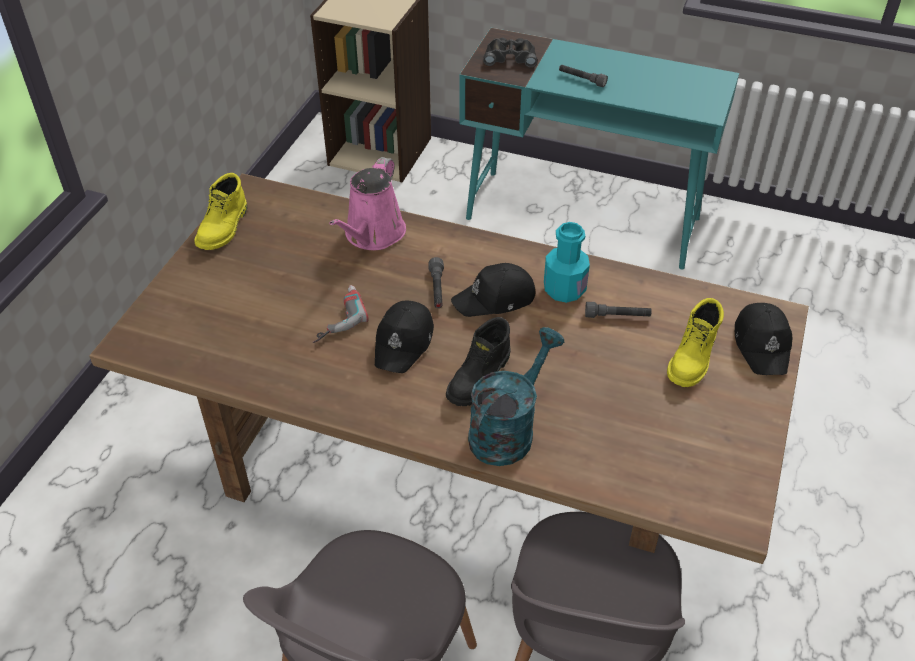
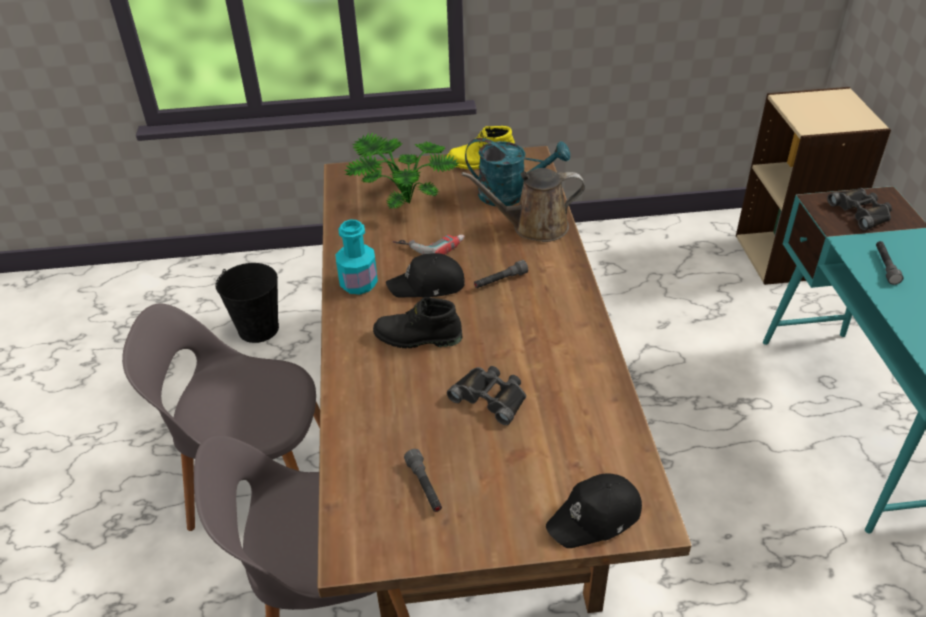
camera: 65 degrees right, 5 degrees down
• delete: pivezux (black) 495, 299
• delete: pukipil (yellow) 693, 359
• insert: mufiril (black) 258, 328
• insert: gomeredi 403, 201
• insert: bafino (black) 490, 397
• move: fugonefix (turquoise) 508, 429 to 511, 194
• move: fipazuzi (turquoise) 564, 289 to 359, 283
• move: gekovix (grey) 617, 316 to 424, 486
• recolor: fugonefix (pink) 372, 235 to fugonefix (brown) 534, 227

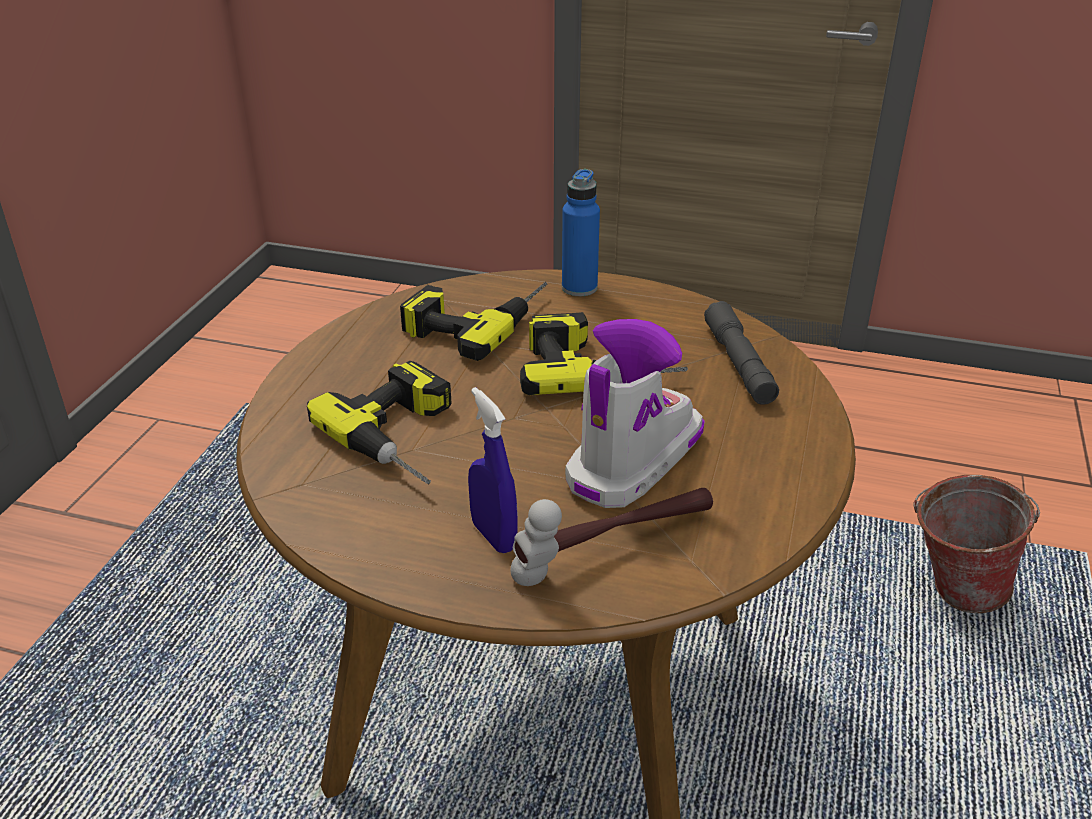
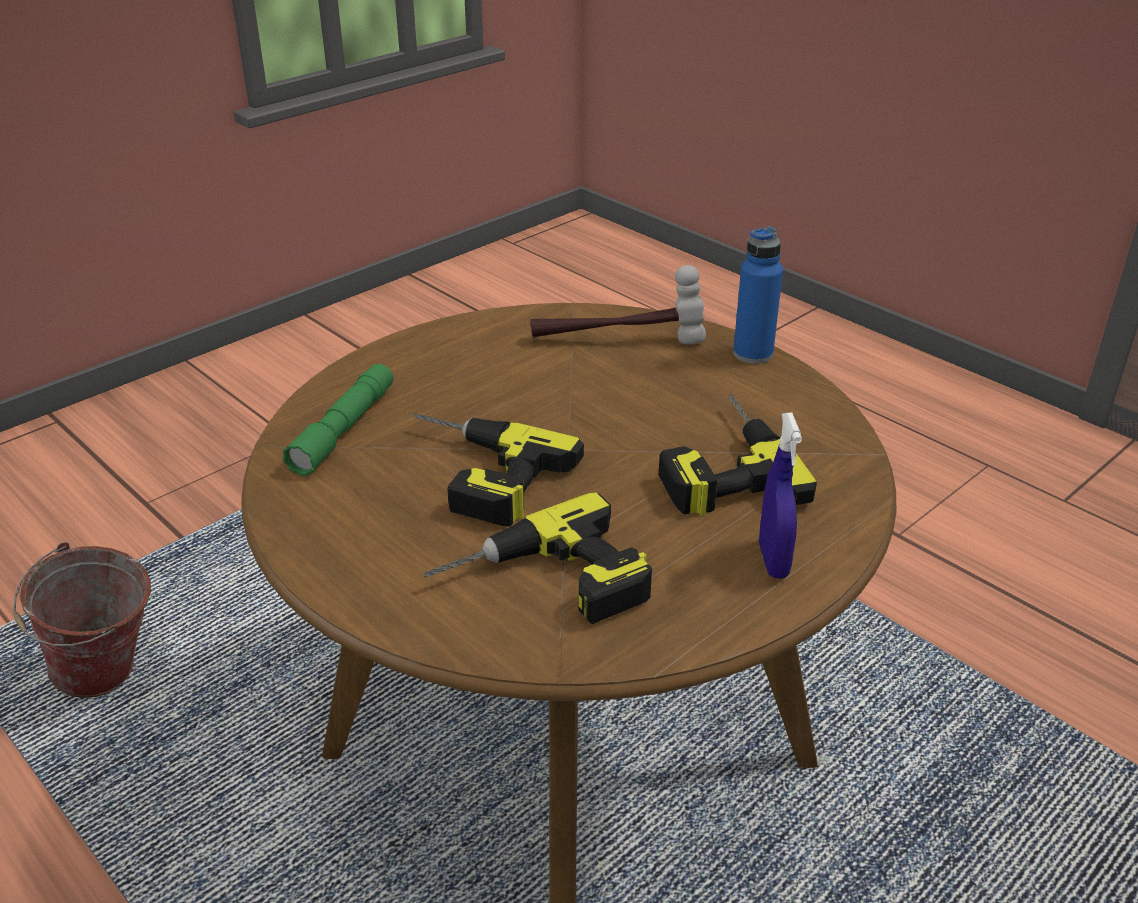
camera: 150 degrees left, 0 degrees up
• delete: pukipil 633, 461
• move: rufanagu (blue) 493, 536 to 773, 561
• move: fipazuzi (blue) 579, 288 to 753, 354
• recolor: gekovix (grey) 739, 364 to gekovix (green) 344, 429

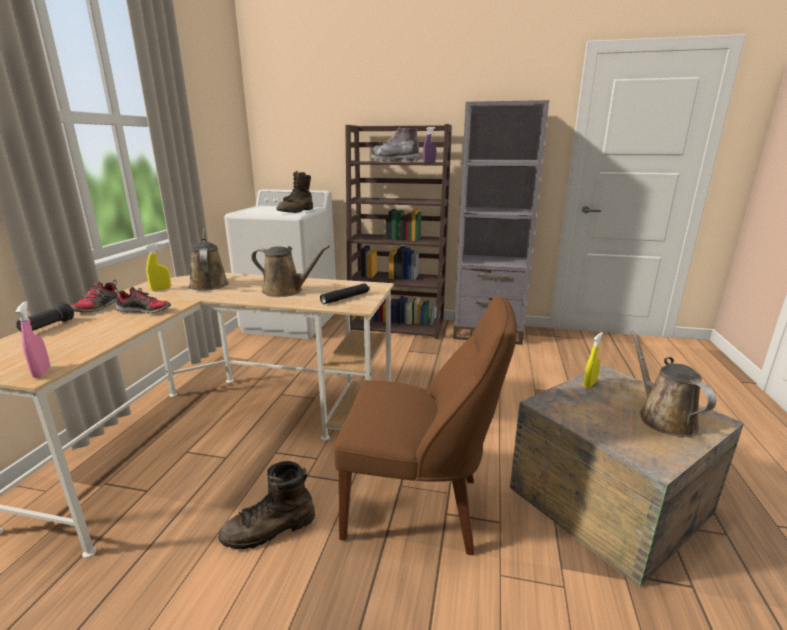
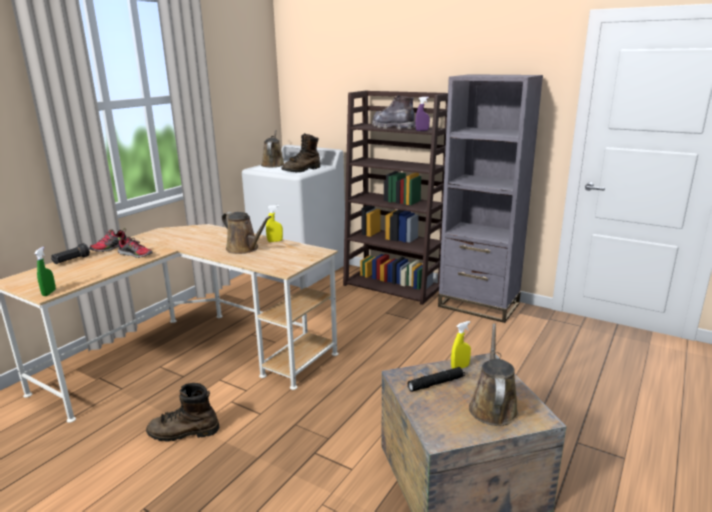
camera: 20 degrees right, 0 degrees up
• delete: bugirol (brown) 419, 507
• move: rufanagu (yellow) 161, 289 to 275, 241
• move: fugonefix (brown) 209, 284 to 273, 164
• move: gekovix (black) 345, 298 to 436, 383
• recolor: rufanagu (pink) 42, 372 to rufanagu (green) 49, 293

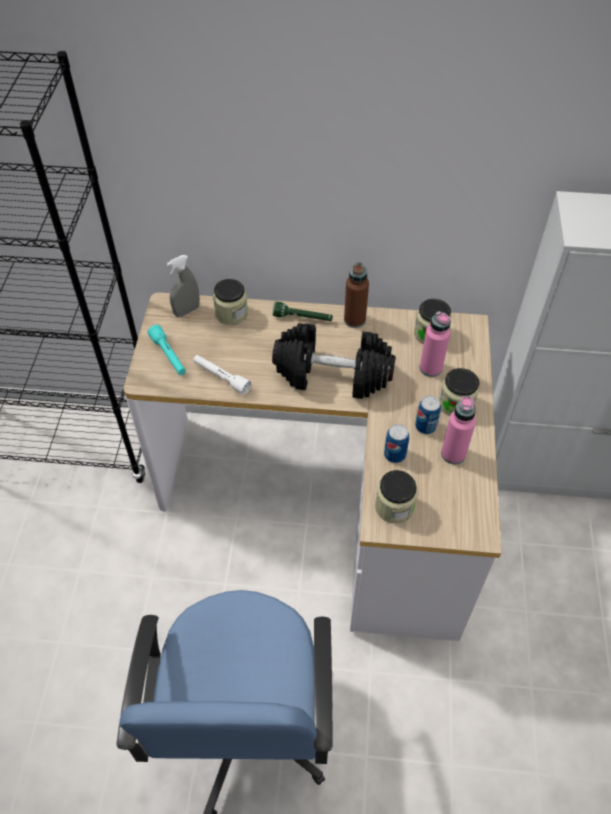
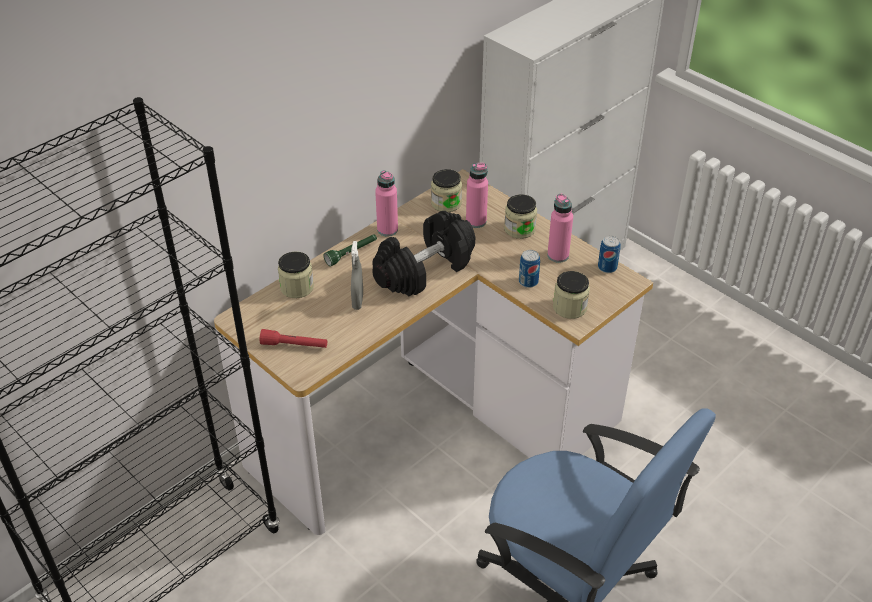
camera: 50 degrees left, 10 degrees down
• delete: gekovix (white) 221, 377
• move: rufanagu (grey) 187, 311 to 357, 301
• move: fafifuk 425, 426 to 607, 267
• recolor: gekovix (turquoise) 168, 355 to gekovix (red) 294, 345
• recolor: fipazuzi (brown) 354, 320 to fipazuzi (pink) 387, 230

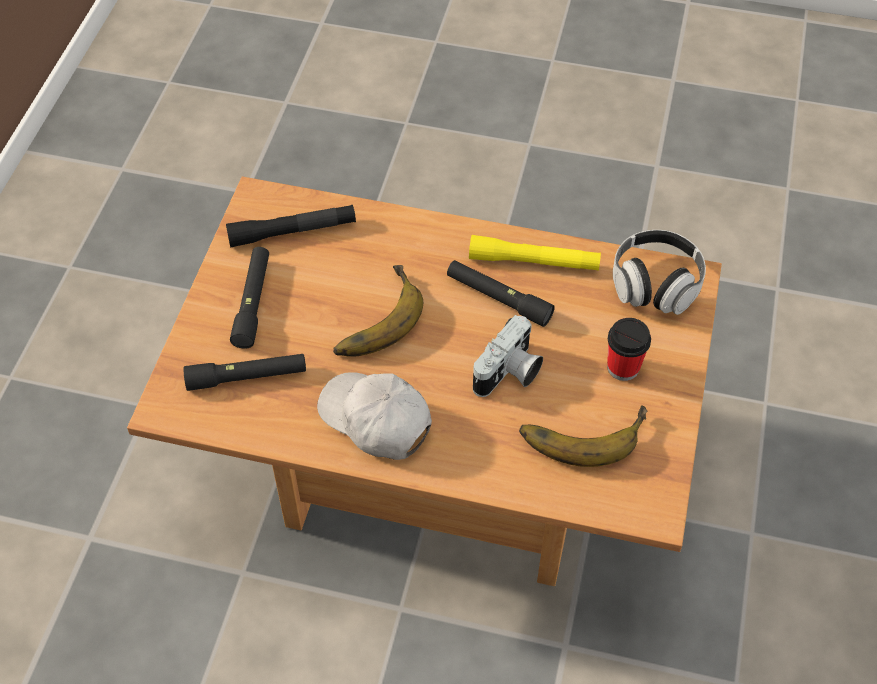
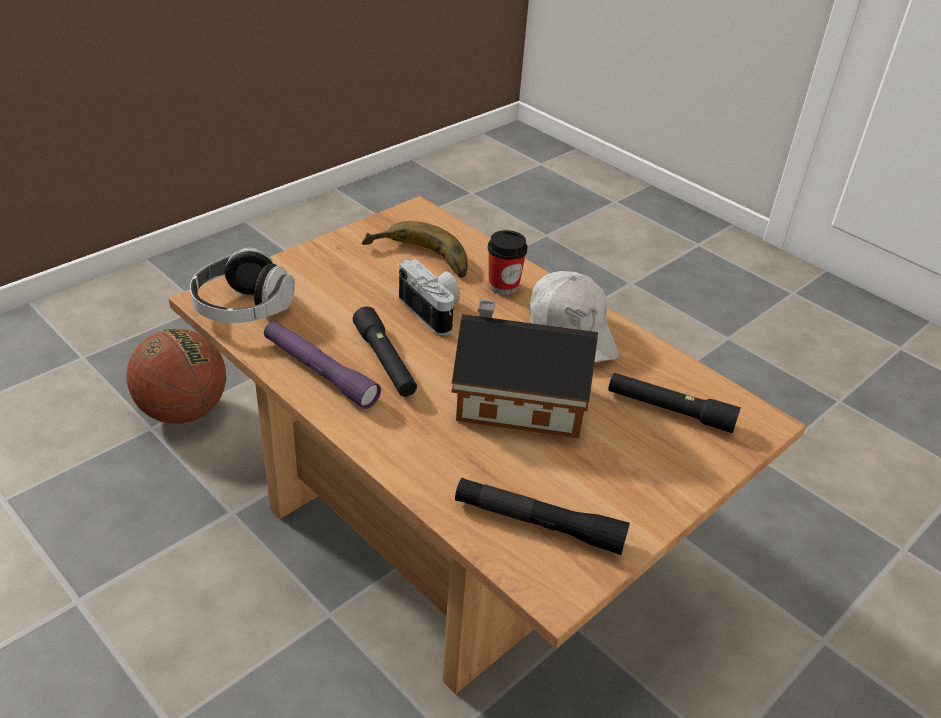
camera: 150 degrees left, 15 degrees down
• delete: gekovix (black) 253, 302
• insert: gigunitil 183, 411
• move: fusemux 623, 367 to 503, 286
• replace: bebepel 373, 318 to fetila 515, 400
• recolor: gekovix (yellow) 534, 262 to gekovix (purple) 320, 372
• rotate: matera 509, 374 = 434, 311 75 degrees clockwise

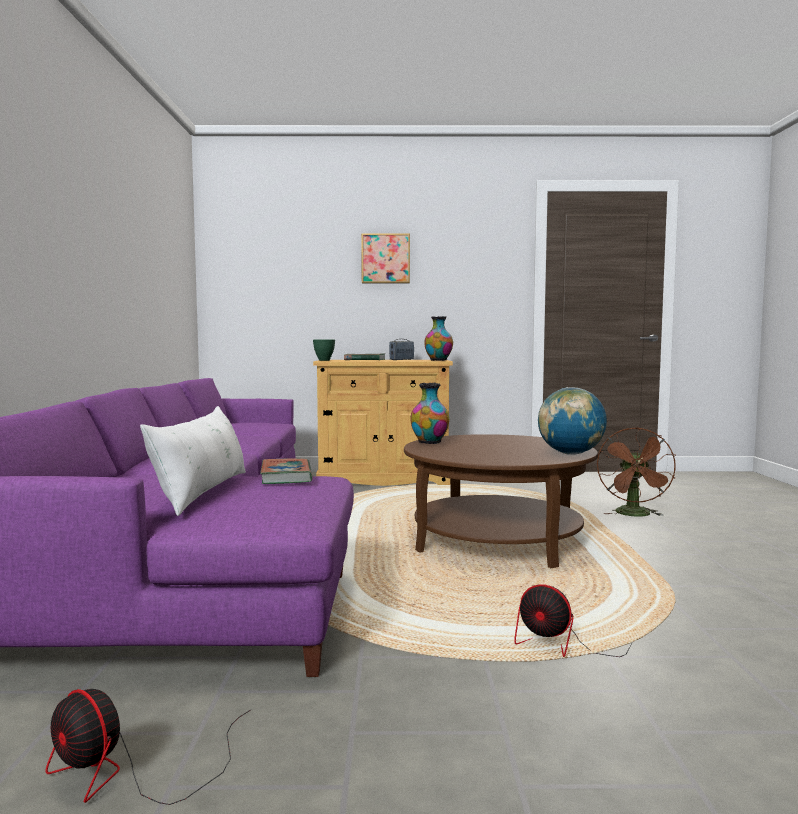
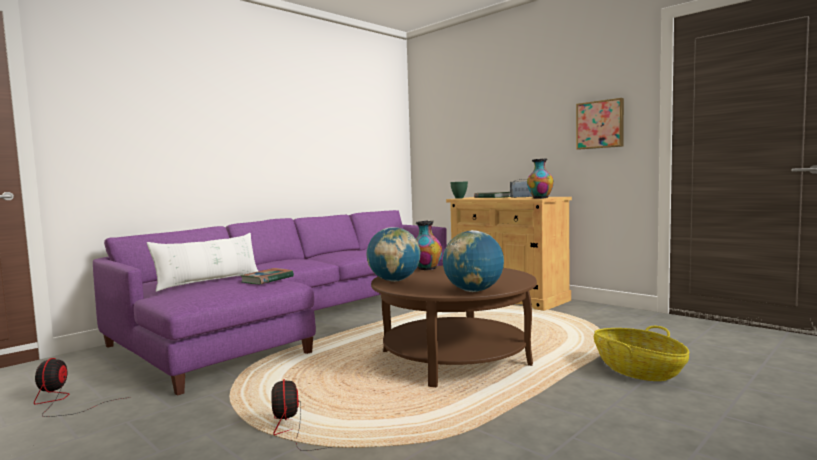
camera: 45 degrees right, 0 degrees up
• insert: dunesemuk 394, 281
• move: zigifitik 385, 259 to 600, 124
• replace: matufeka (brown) 635, 515 to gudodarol 637, 370

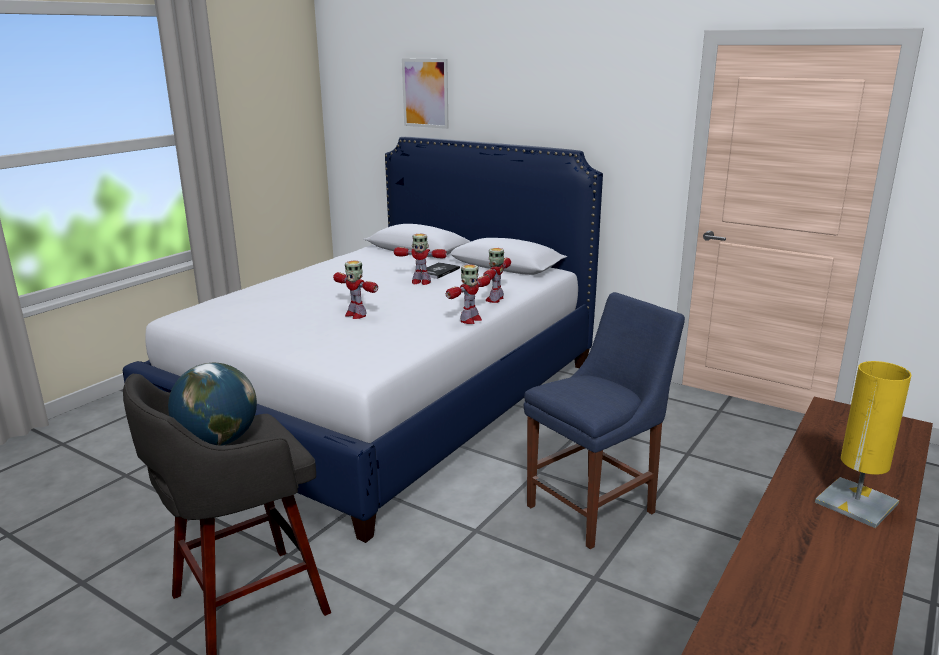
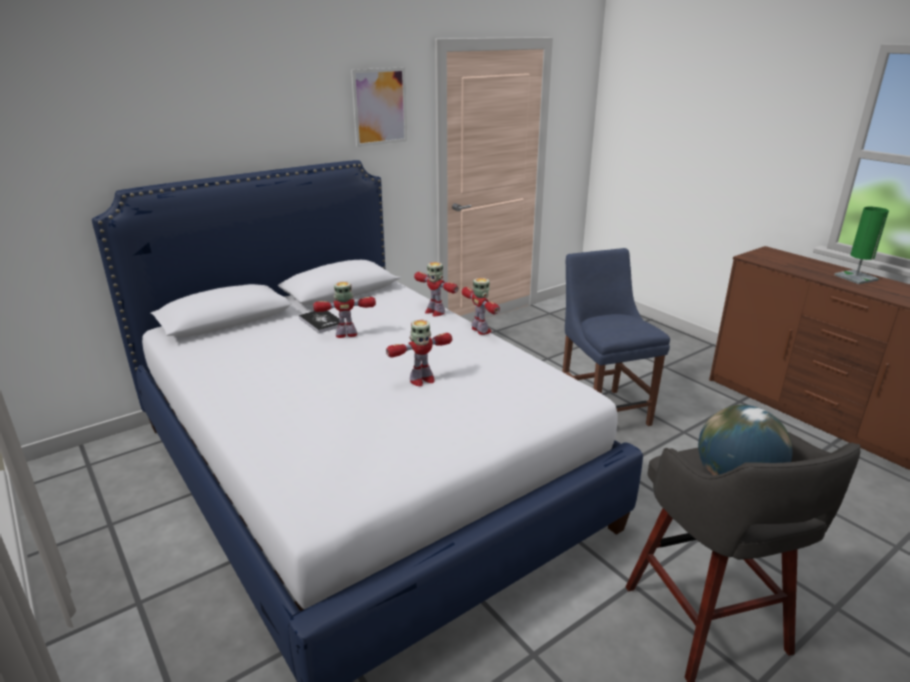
camera: 70 degrees left, 5 degrees up
• move: zigifitik 425, 93 to 380, 107
• recolor: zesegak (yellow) 856, 503 to zesegak (green) 856, 277
• rotate: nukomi 420, 282 = 347, 334 135 degrees counterclockwise

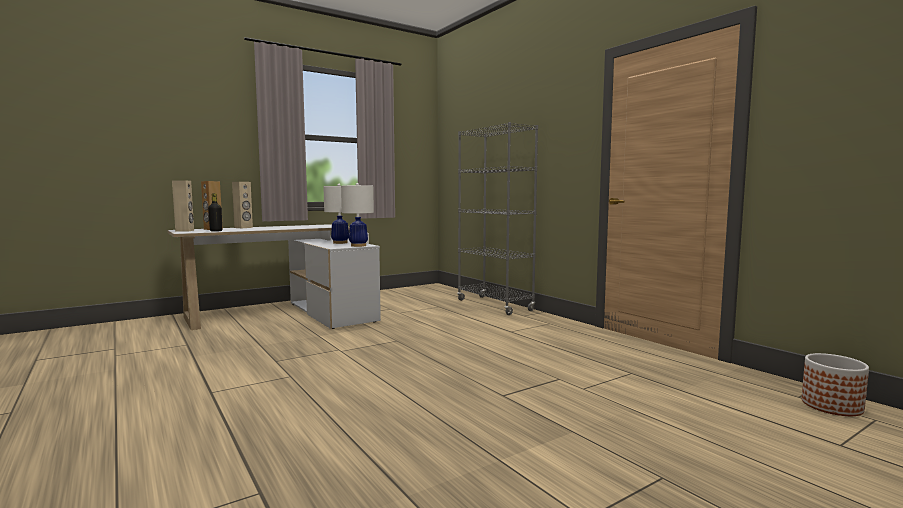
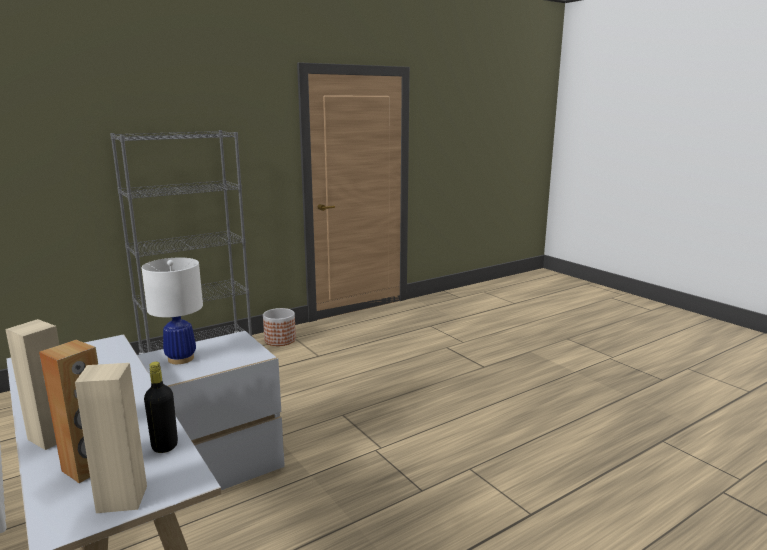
camera: 90 degrees left, 10 degrees up
• delete: zesegak (white) 358, 245
• move: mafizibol 832, 406 to 280, 340

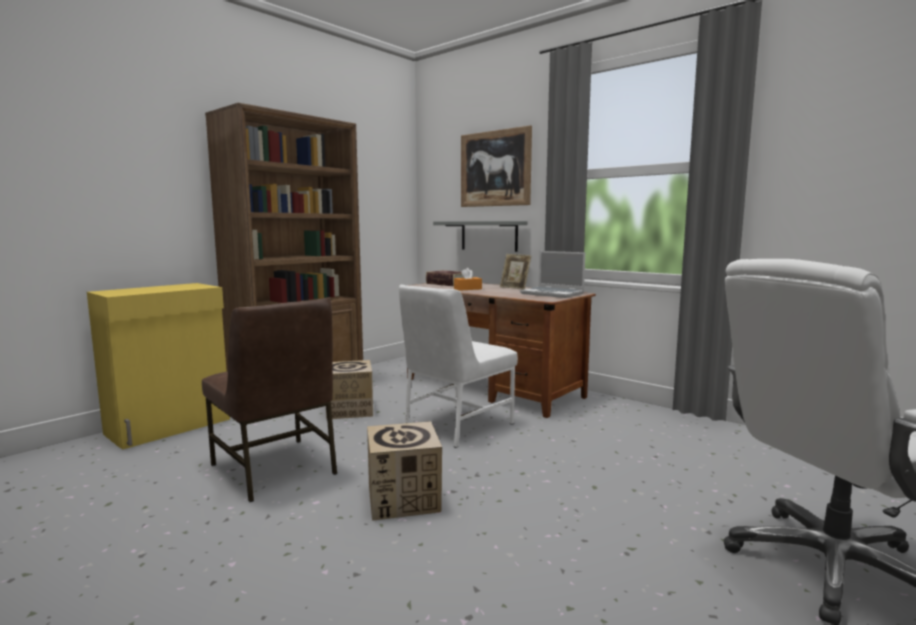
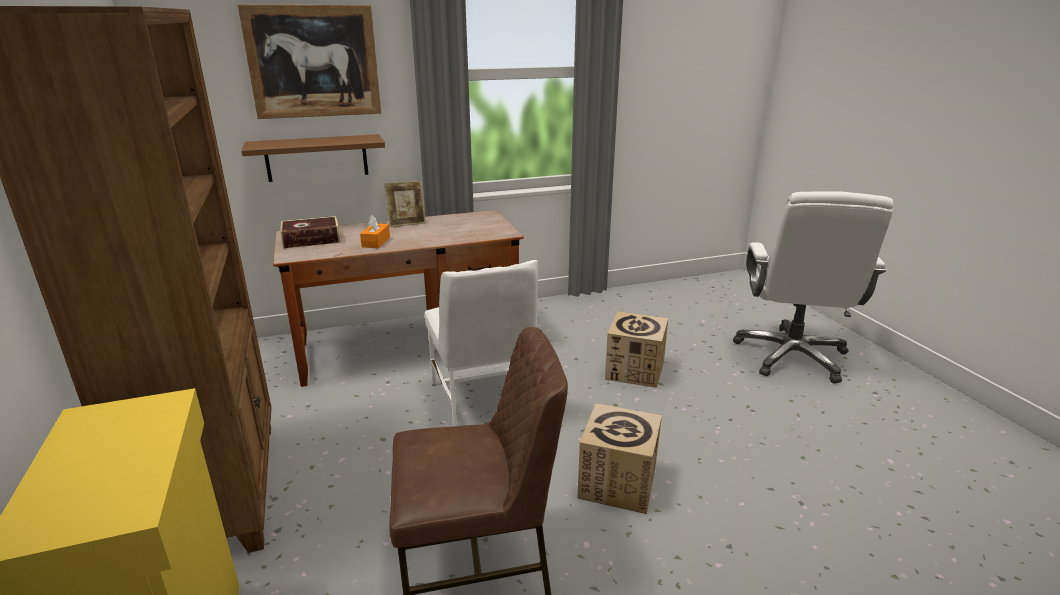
camera: 60 degrees left, 15 degrees up
• delete: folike 553, 293
• move: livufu 349, 410 to 635, 370
• recolor: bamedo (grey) 489, 236 to bamedo (brown) 317, 158

